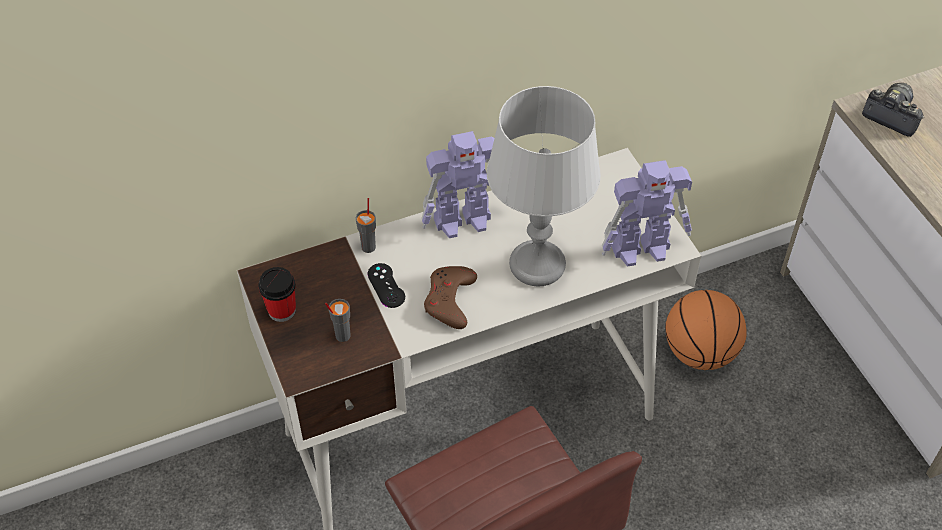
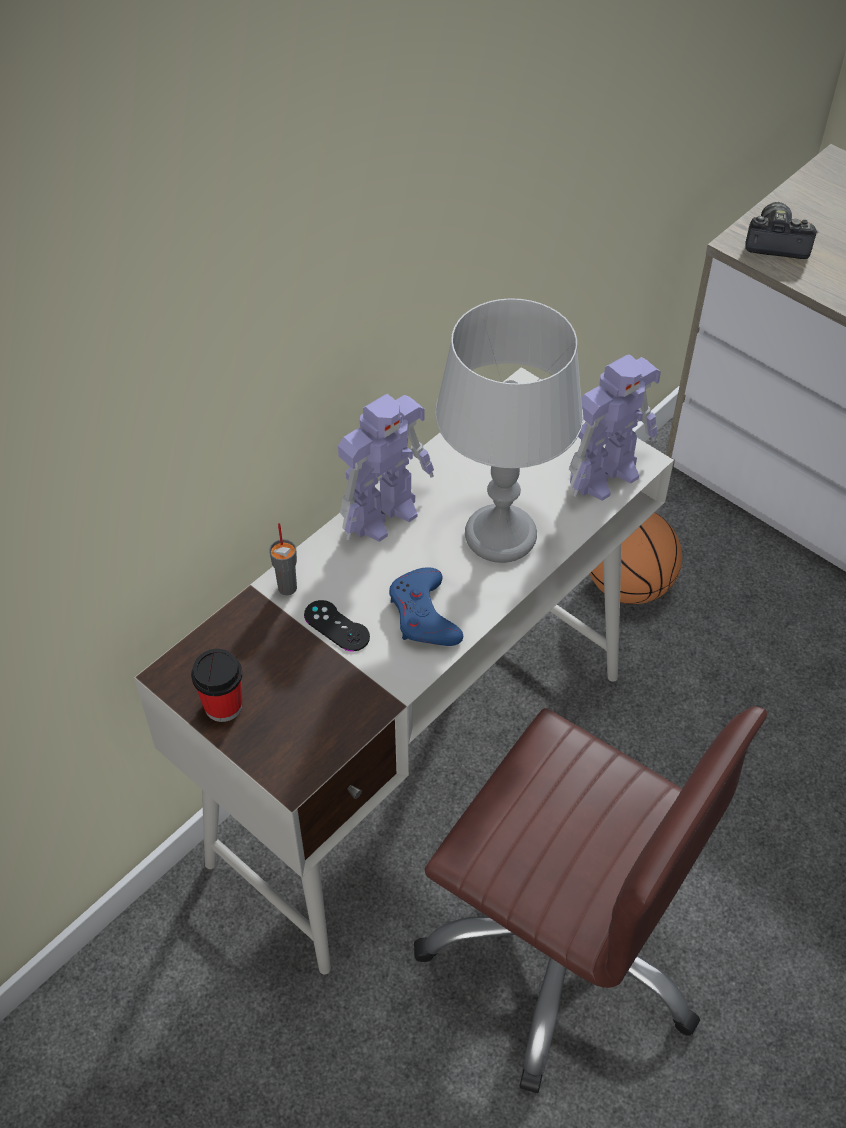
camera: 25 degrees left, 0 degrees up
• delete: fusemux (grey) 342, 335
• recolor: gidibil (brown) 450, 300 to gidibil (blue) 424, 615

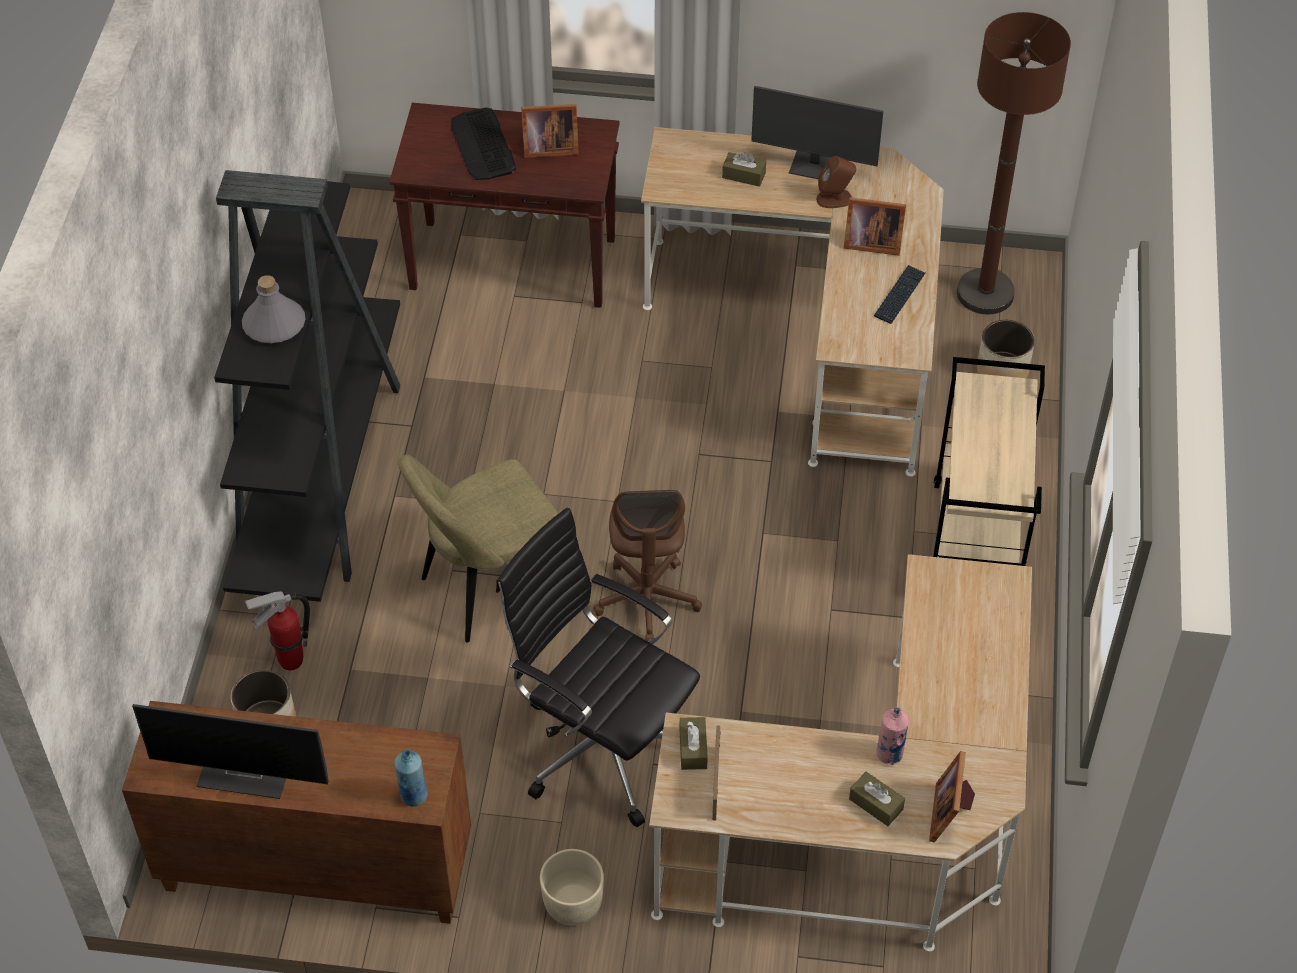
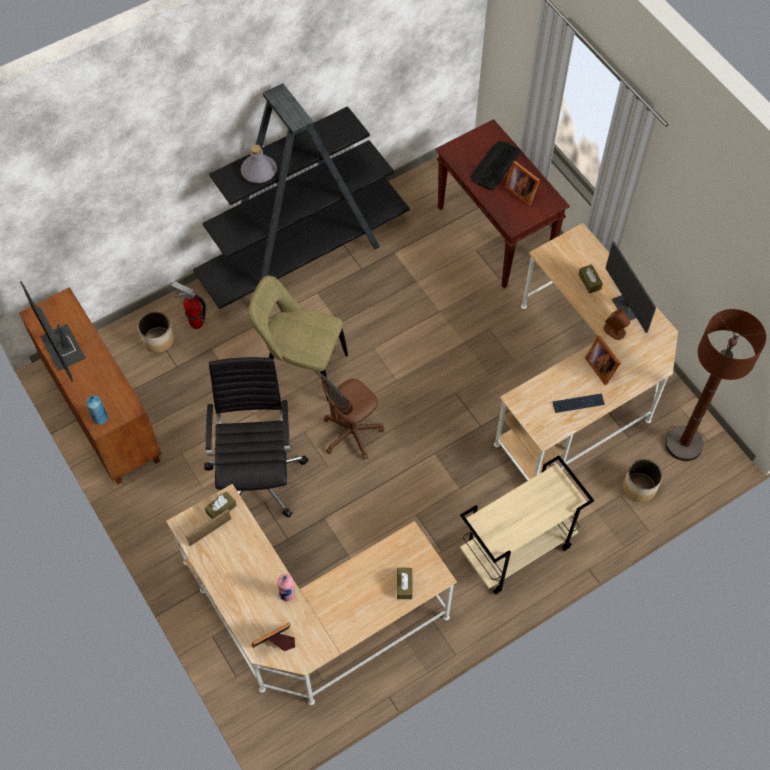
camera: 50 degrees right, 10 degrees up
• delete: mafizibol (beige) 572, 903
• move: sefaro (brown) 876, 804 to 404, 585

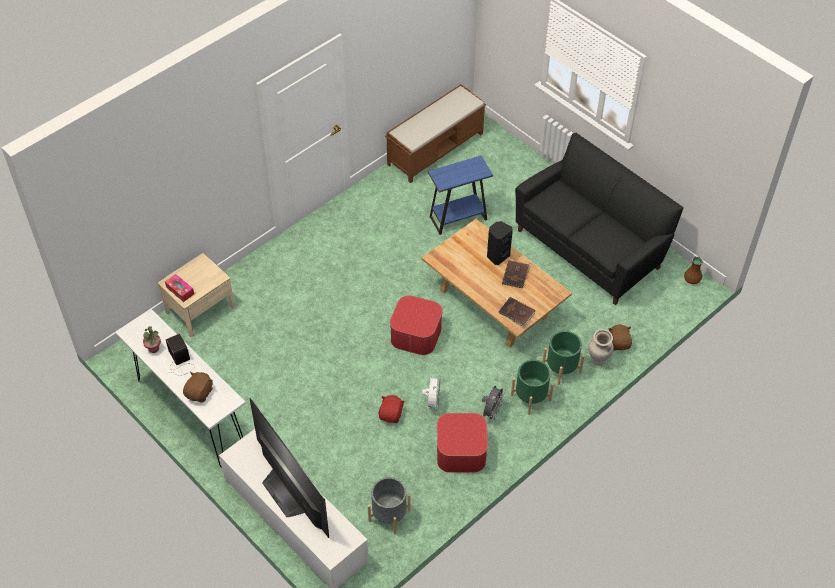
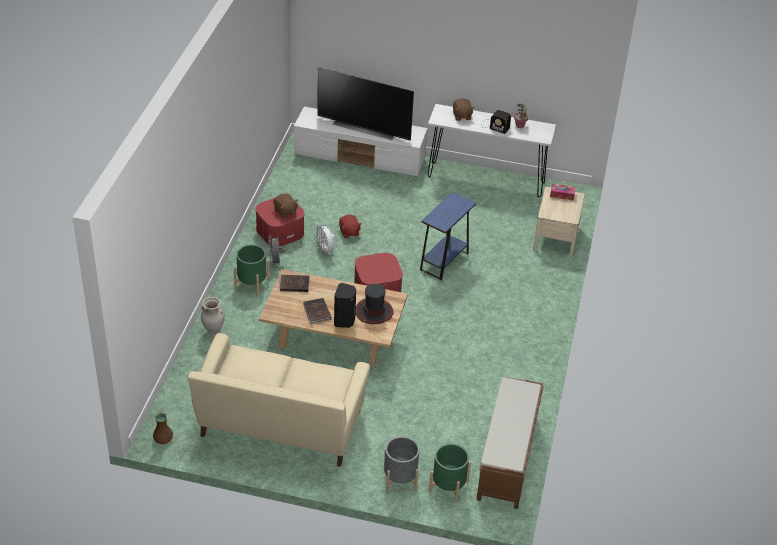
camera: 145 degrees right, 10 degrees down
• insert: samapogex 374, 311
• move: mafizibol (grey) 389, 515 to 400, 479
• move: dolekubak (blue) 458, 218 to 444, 261
• move: mafizibol (green) 561, 368 to 448, 486
• move: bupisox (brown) 619, 343 to 285, 212
• recolor: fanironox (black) 590, 248 to fanironox (beige) 280, 425

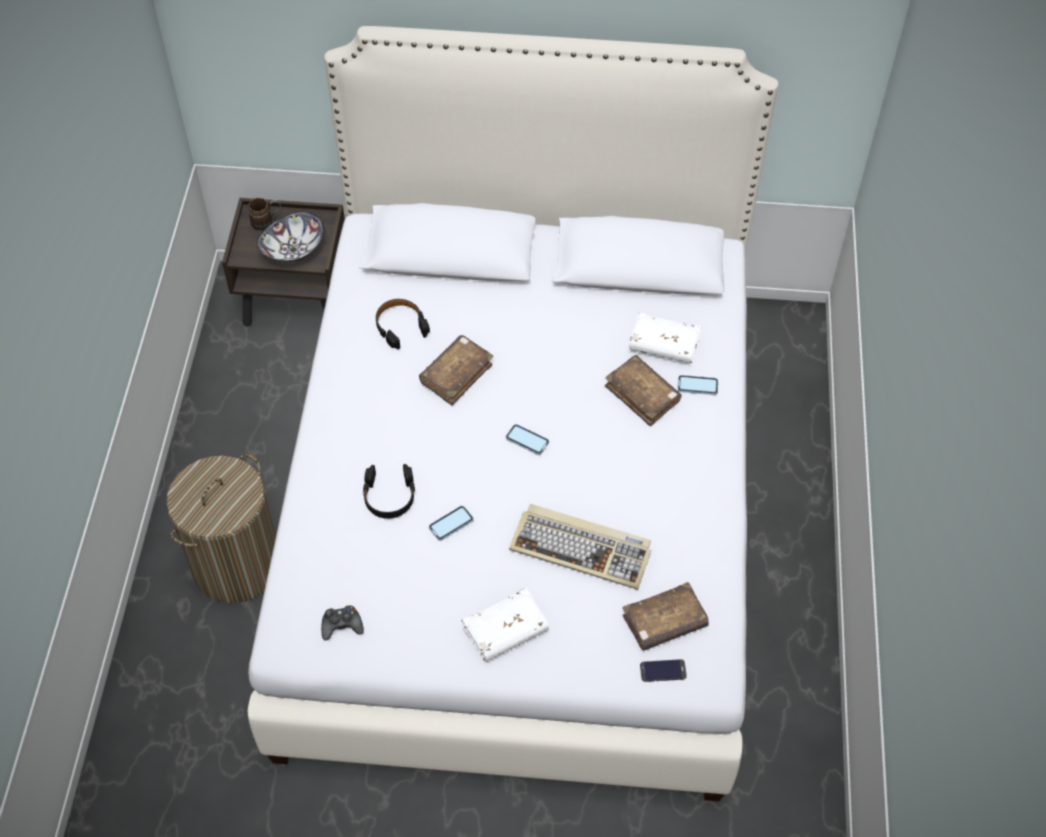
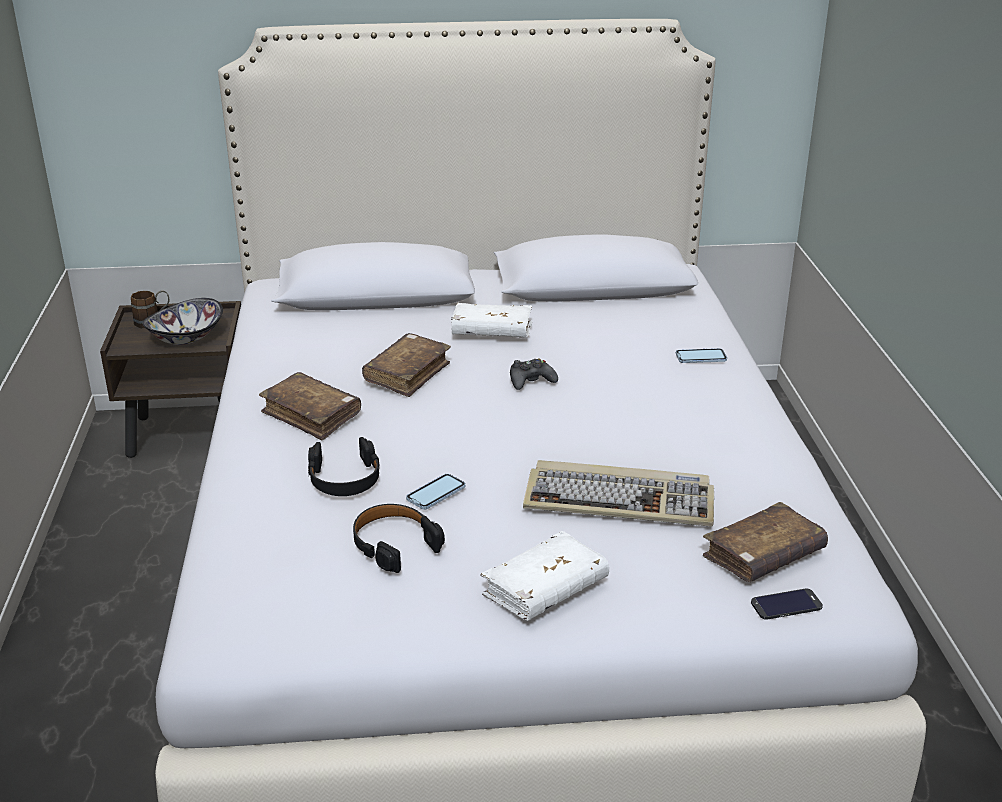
camera: 10 degrees left, 25 degrees down
• delete: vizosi 237, 564
• delete: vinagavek 527, 440
• move: gidibil (black) 342, 625 to 531, 381
• move: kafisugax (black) 400, 326 to 394, 544
• move: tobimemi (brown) 642, 395 to 311, 415
• move: tobimemi (white) 663, 345 to 491, 332

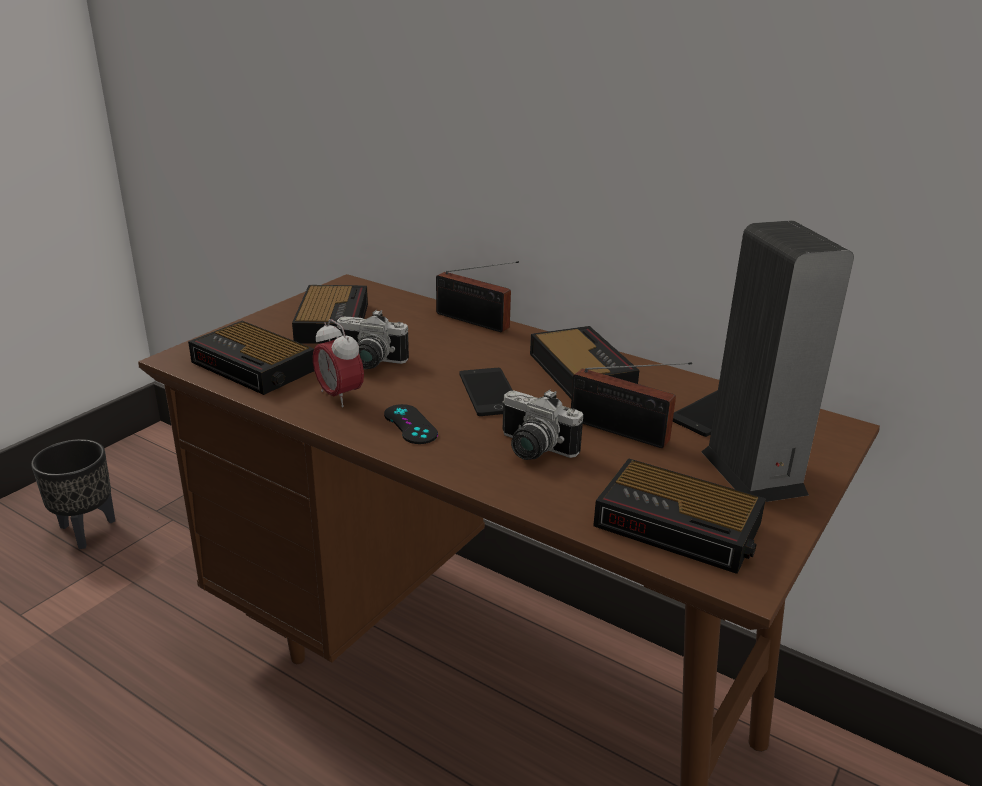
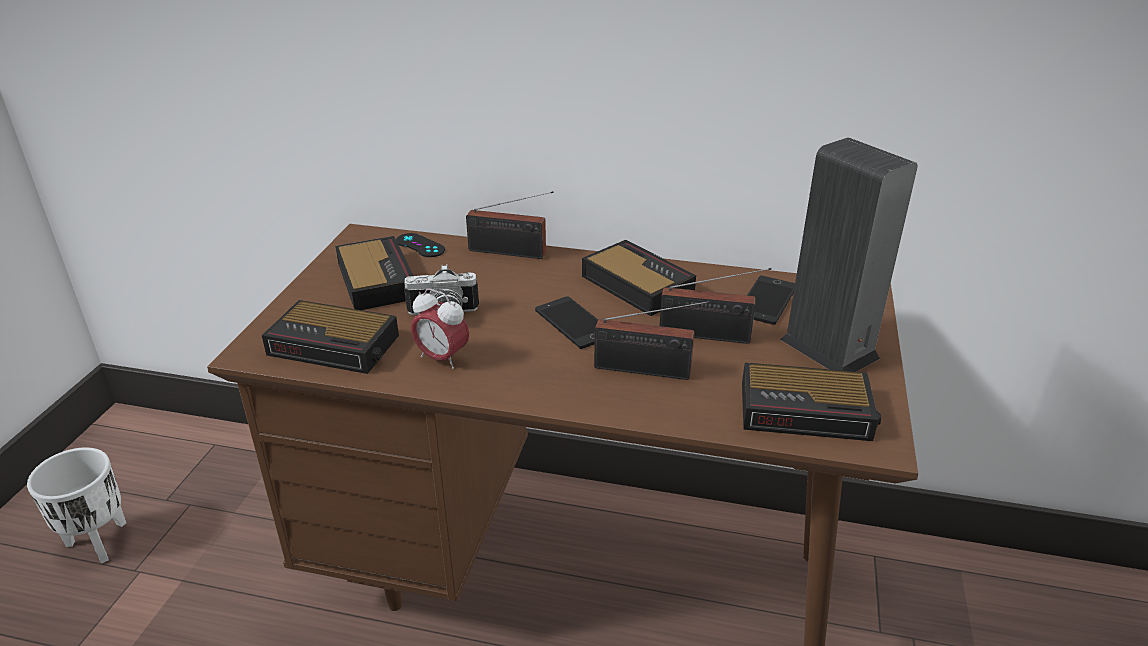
camera: 20 degrees left, 5 degrees up
• move: gidibil (black) 410, 424 to 420, 245
• replace: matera 532, 450 to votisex 648, 371
• recolor: mafizibol (black) 85, 531 to mafizibol (white) 97, 542

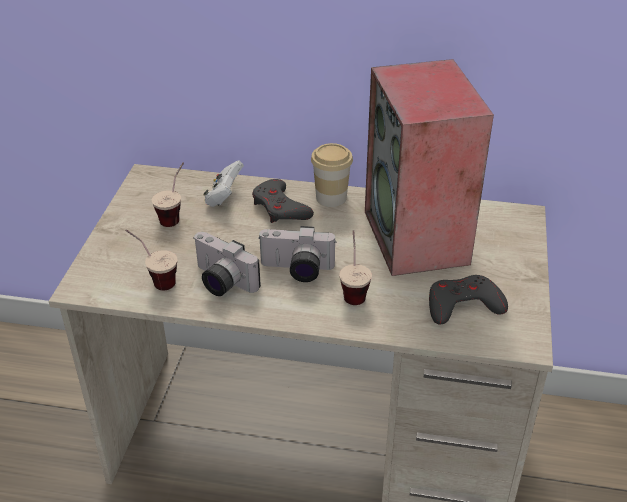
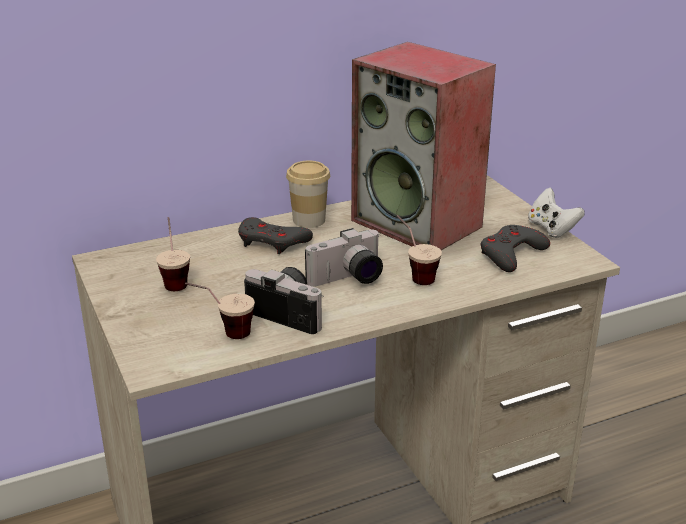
camera: 35 degrees left, 10 degrees down
• move: gidibil (white) 224, 197 to 551, 229
• rotate: matera 220, 282 = 291, 312 150 degrees counterclockwise

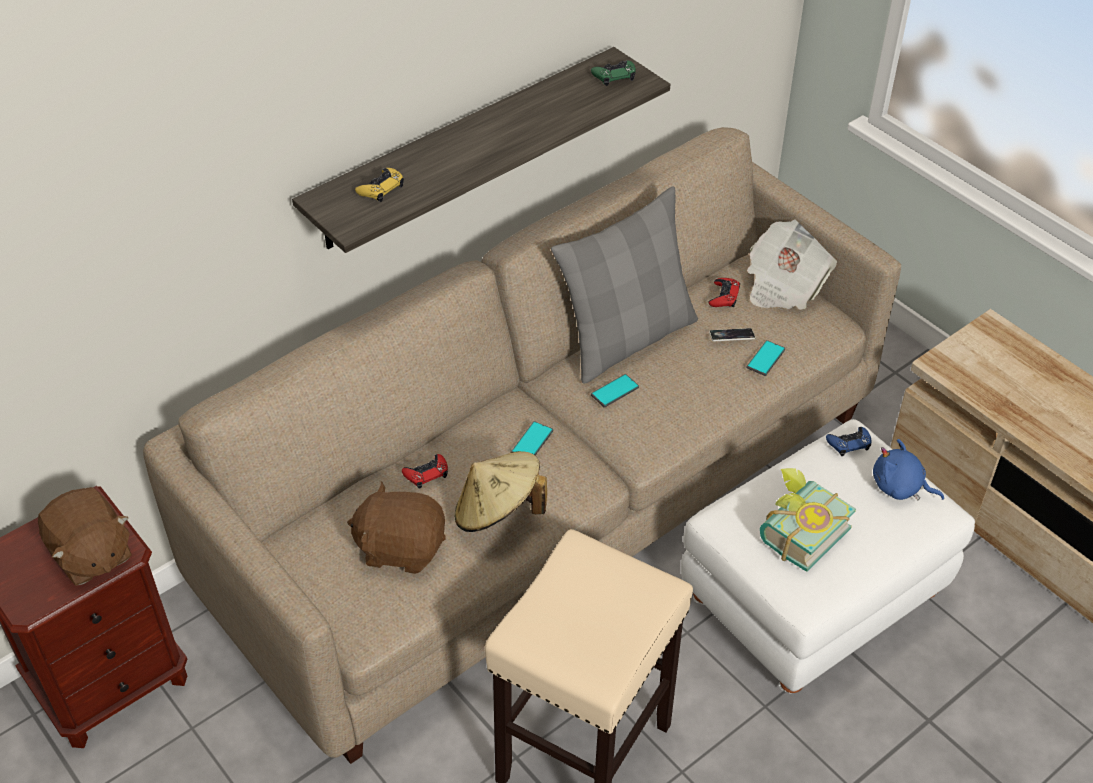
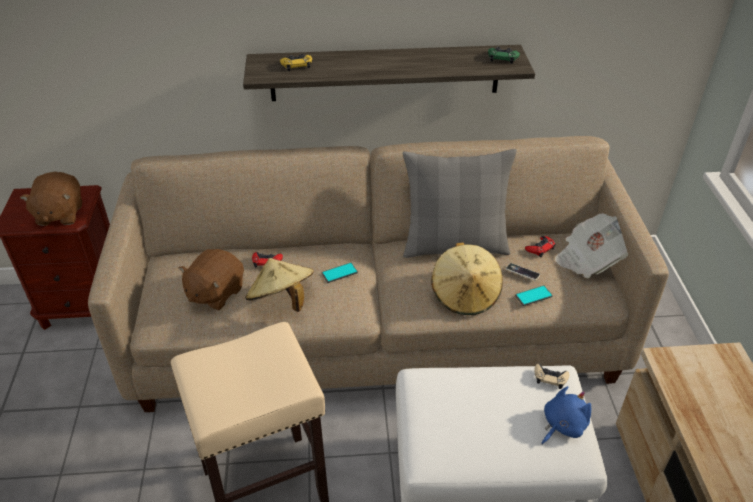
camera: 35 degrees right, 5 degrees down
• delete: vinagavek 615, 391
• delete: tobimemi 797, 531
• insert: samapogex (beige) 465, 295
• recolor: gidibil (blue) 849, 443 to gidibil (beige) 550, 378
• rotate: bupisox (brown) 401, 547 = 215, 293 105 degrees counterclockwise
• rotate: bupisox (blue) 900, 487 = 562, 425 75 degrees clockwise

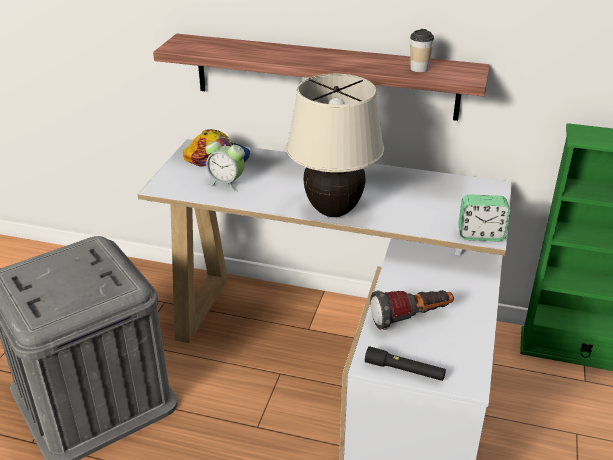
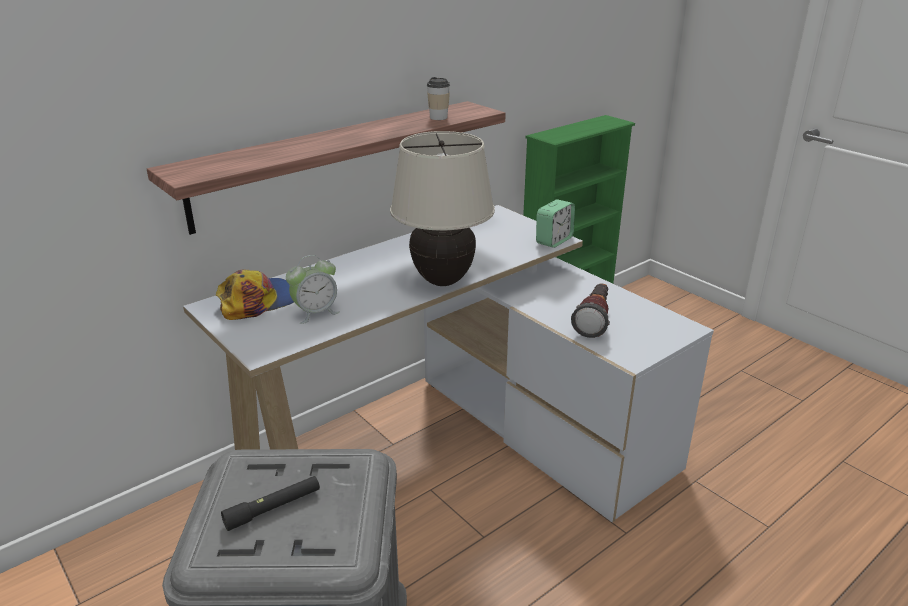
camera: 55 degrees left, 5 degrees down
• move: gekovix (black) 404, 370 to 273, 508

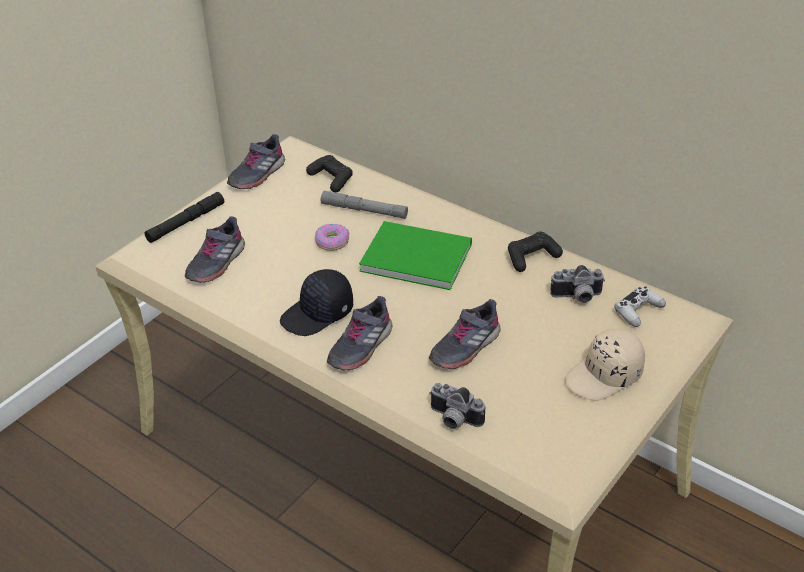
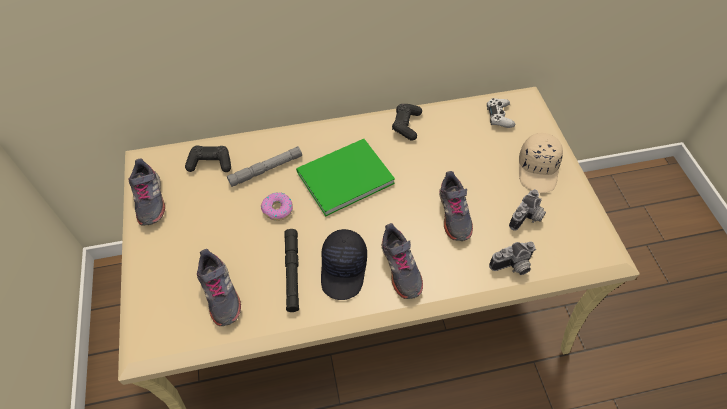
camera: 50 degrees left, 15 degrees up
• move: gekovix (black) 186, 222 to 292, 272
• move: matera 577, 297 to 527, 218

